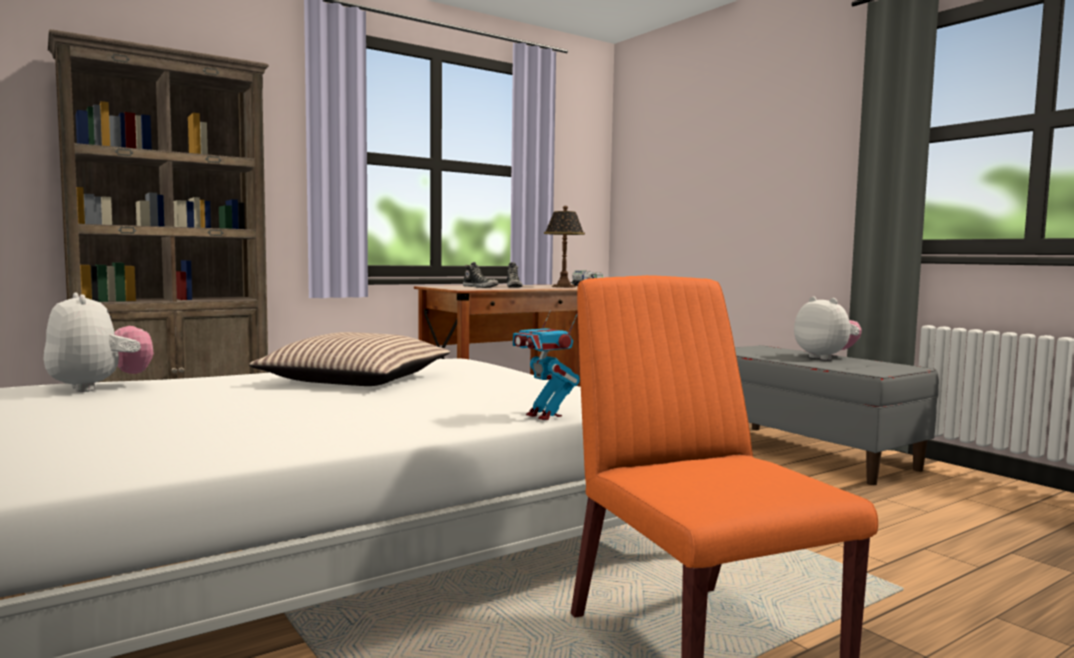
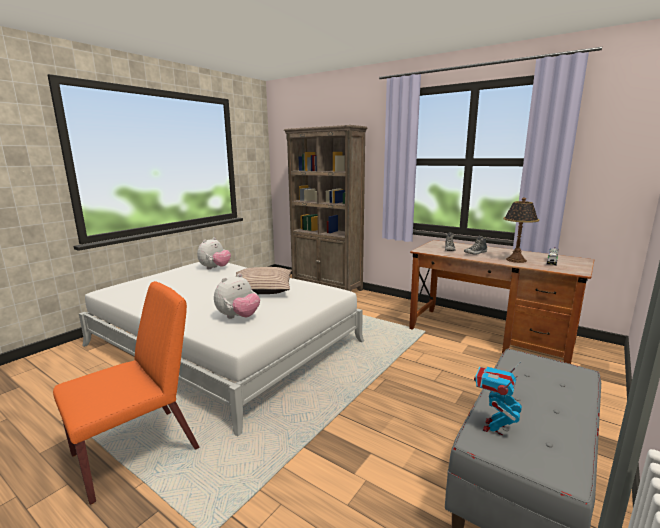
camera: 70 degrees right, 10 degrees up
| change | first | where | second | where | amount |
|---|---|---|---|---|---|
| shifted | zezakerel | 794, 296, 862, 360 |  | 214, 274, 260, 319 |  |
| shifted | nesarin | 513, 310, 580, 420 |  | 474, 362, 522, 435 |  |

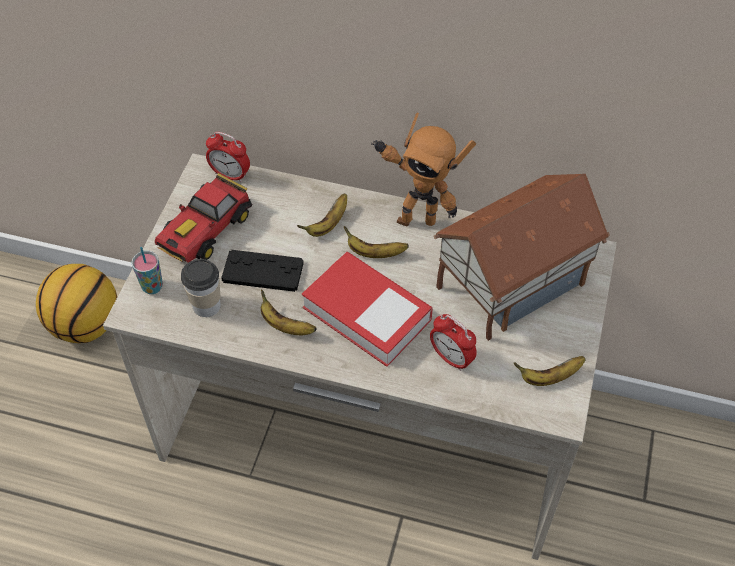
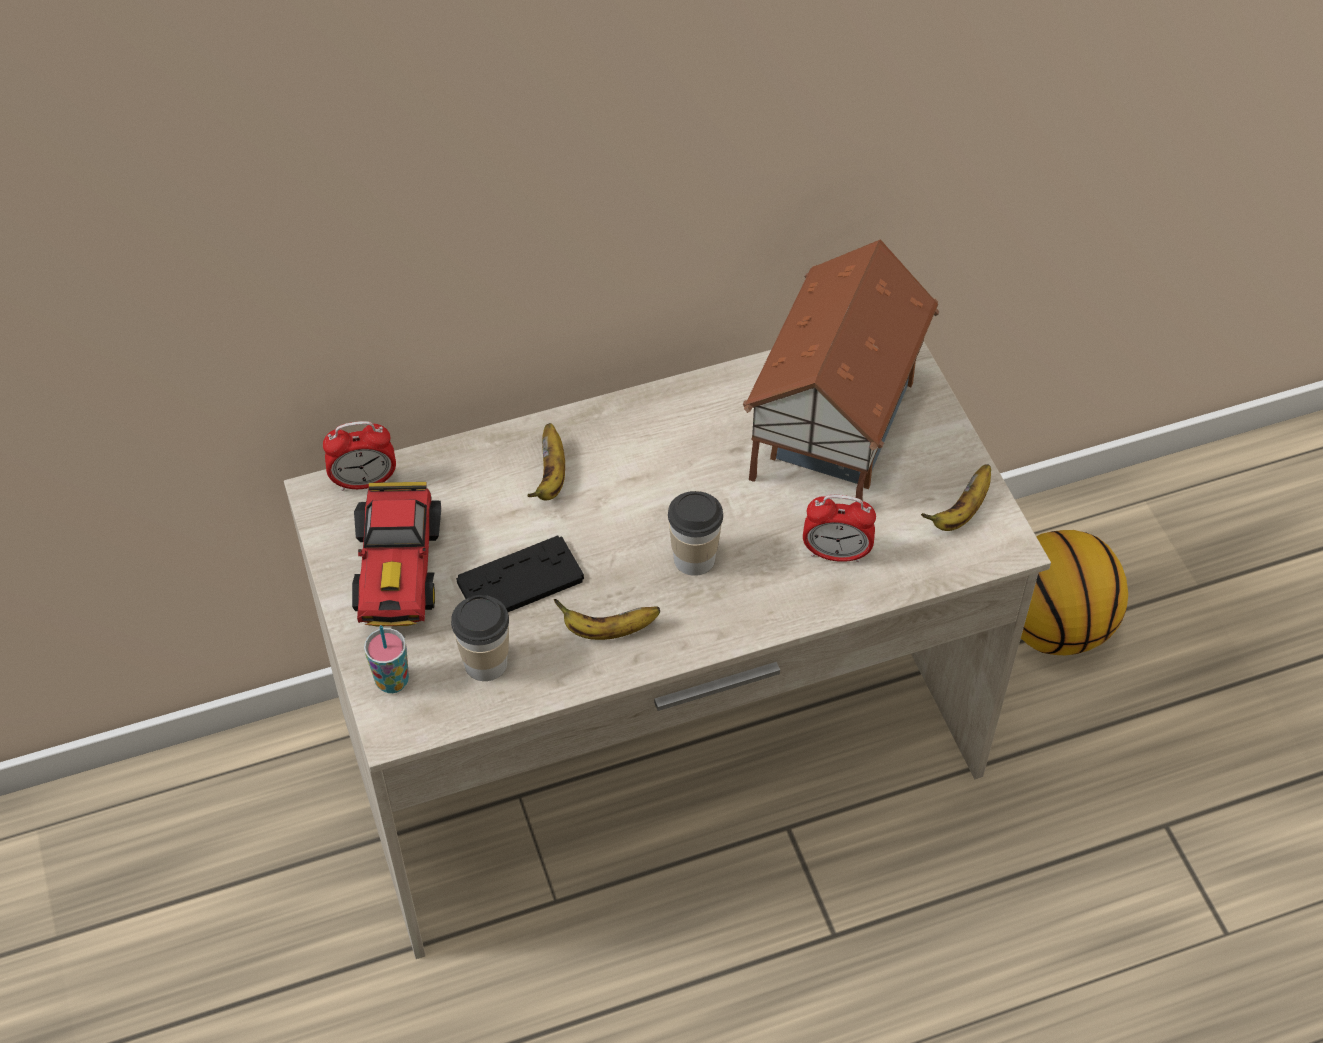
camera: 35 degrees left, 0 degrees up
| change | first | where | second | where | amount |
|---|---|---|---|---|---|
| gone | nesarin | 371, 113, 476, 227 |  |  |  |
| gone | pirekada | 344, 226, 409, 258 |  |  |  |
| swapped | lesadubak | 302, 252, 433, 367 | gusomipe | 668, 491, 723, 576 |  |
| shifted | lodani | 36, 264, 117, 343 |  | 1021, 530, 1128, 655 |  |

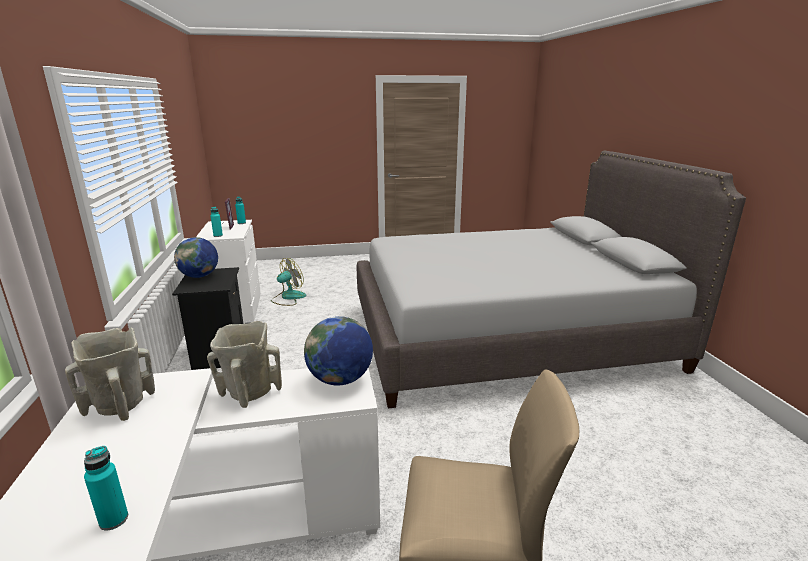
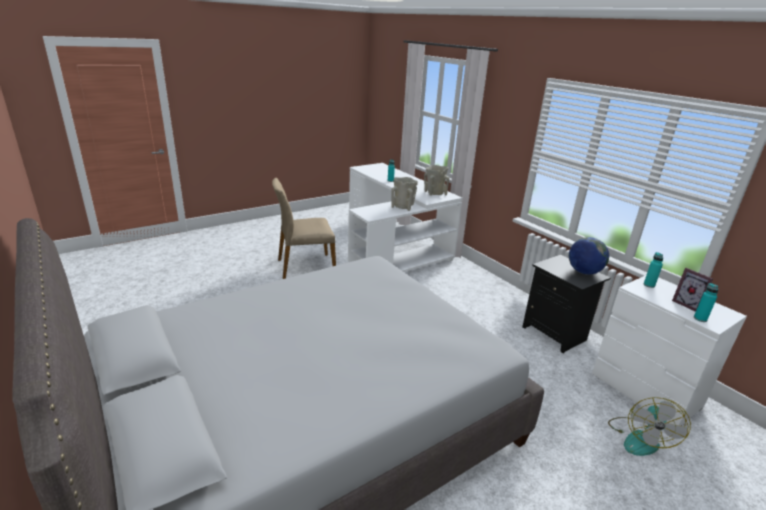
camera: 155 degrees right, 5 degrees up
| change | first | where | second | where | amount |
|---|---|---|---|---|---|
| gone | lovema | 304, 316, 373, 386 |  |  |  |

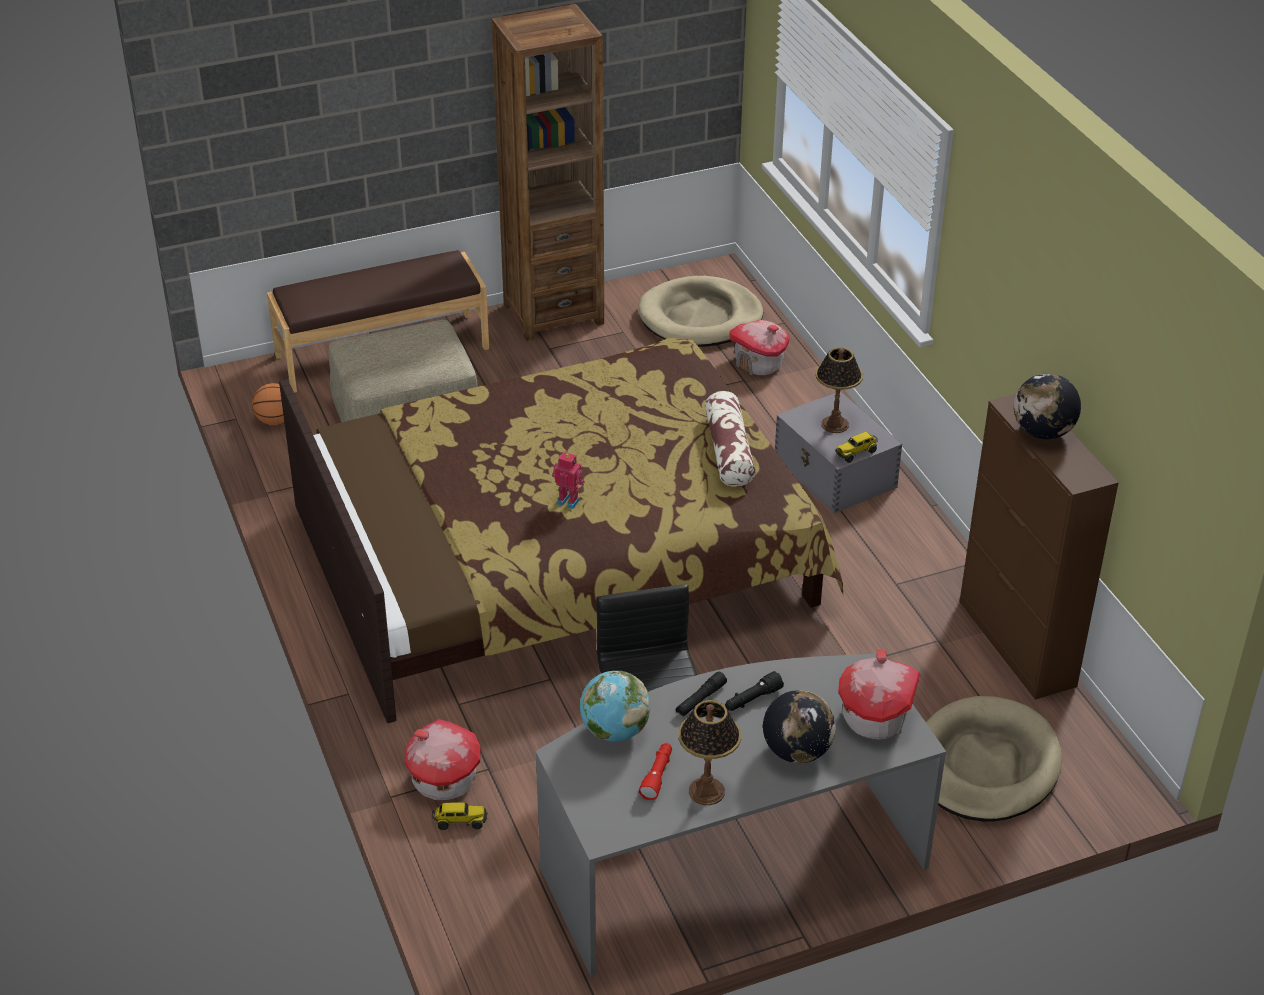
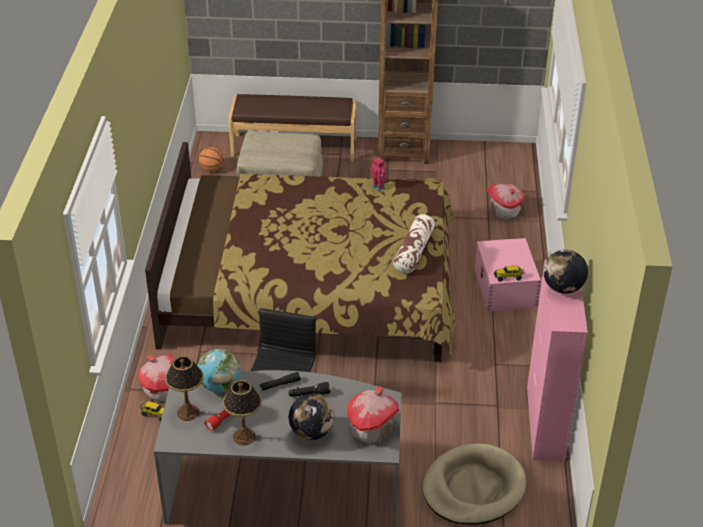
camera: 25 degrees right, 0 degrees up
| change | first | where | second | where | amount |
|---|---|---|---|---|---|
| gone | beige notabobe | 638, 276, 763, 347 |  |  |  |
| shifted | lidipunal | 815, 347, 863, 433 |  | 165, 356, 204, 421 |  |
| repainted | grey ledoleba | 775, 391, 902, 514 | pink ledoleba | 474, 238, 541, 311 |  |
| repainted | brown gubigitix | 960, 394, 1119, 700 | pink gubigitix | 527, 260, 588, 462 |  |
| shifted | nesarin | 552, 452, 585, 509 |  | 371, 157, 388, 191 |  |

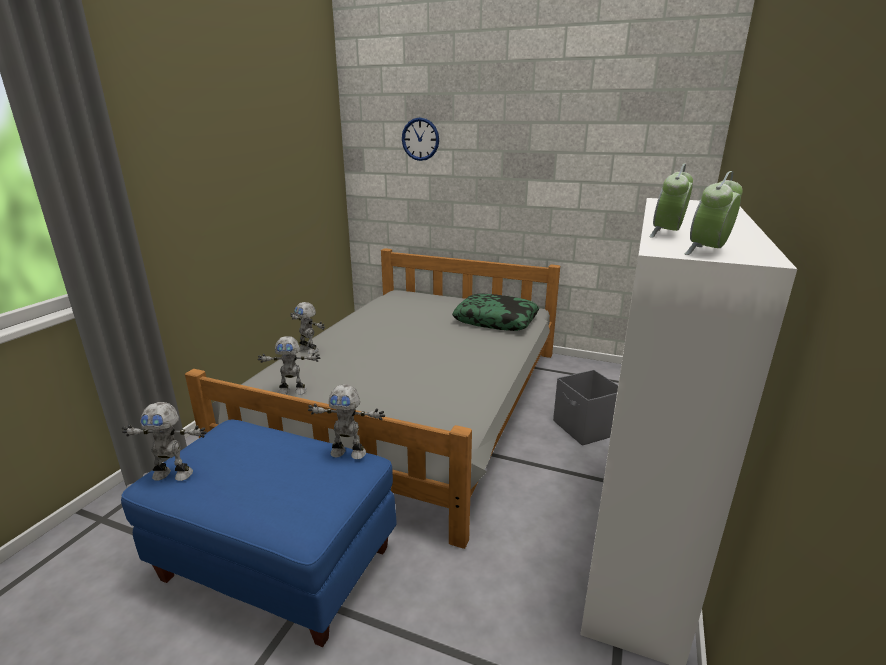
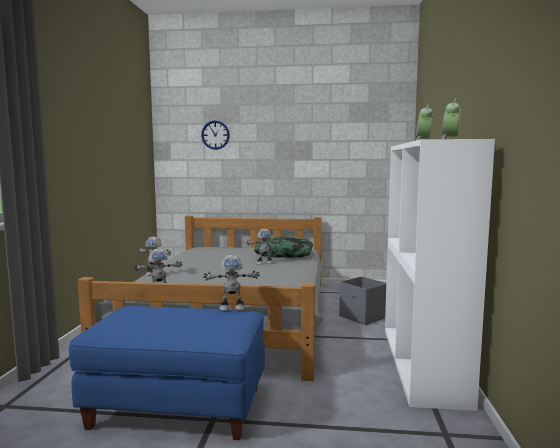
camera: 15 degrees left, 15 degrees down
| change | first | where | second | where | amount |
|---|---|---|---|---|---|
| shifted | nesarin | 122, 402, 207, 481 |  | 246, 229, 282, 265 |  |

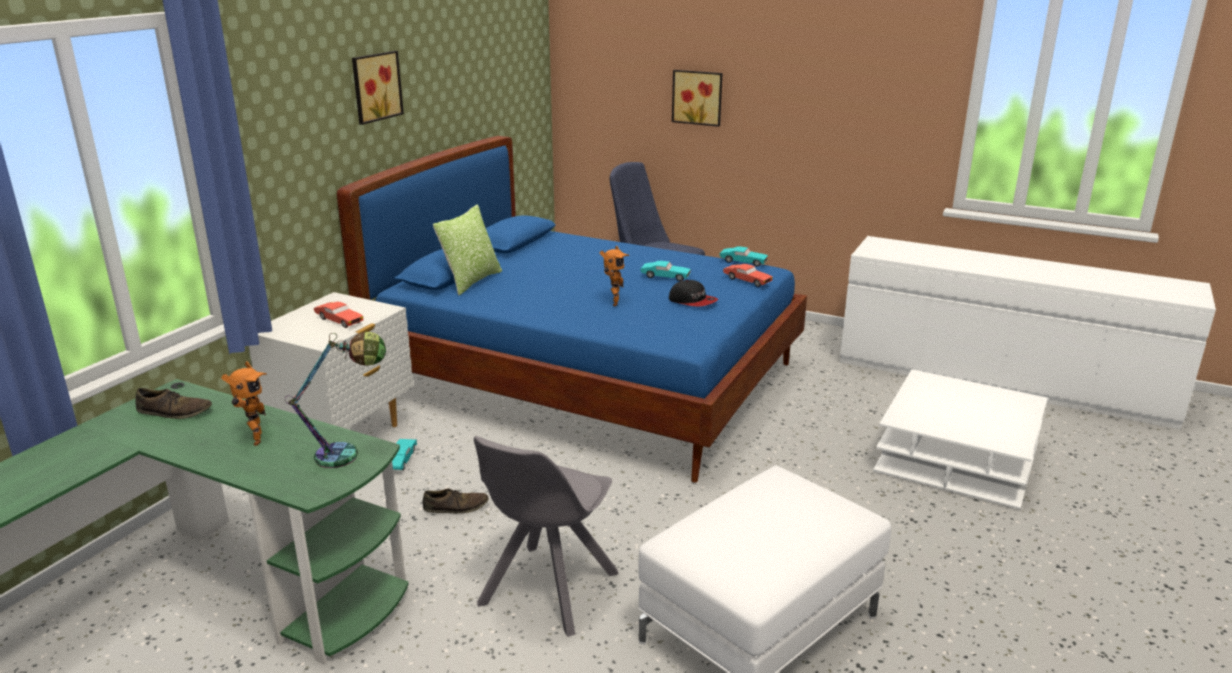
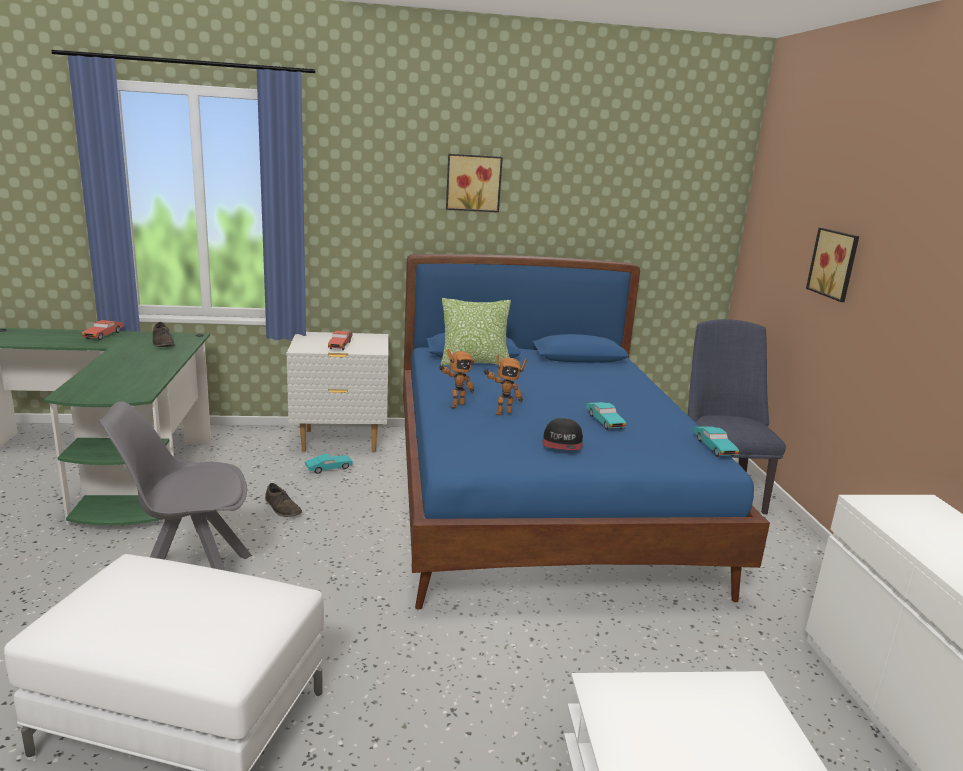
camera: 55 degrees right, 5 degrees down
| change | first | where | second | where | amount |
|---|---|---|---|---|---|
| shifted | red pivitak | 723, 264, 773, 287 |  | 82, 320, 124, 340 |  |
| gone | lidipunal | 285, 332, 386, 468 |  |  |  |
| shifted | nesarin | 221, 361, 267, 446 |  | 439, 349, 475, 408 |  |

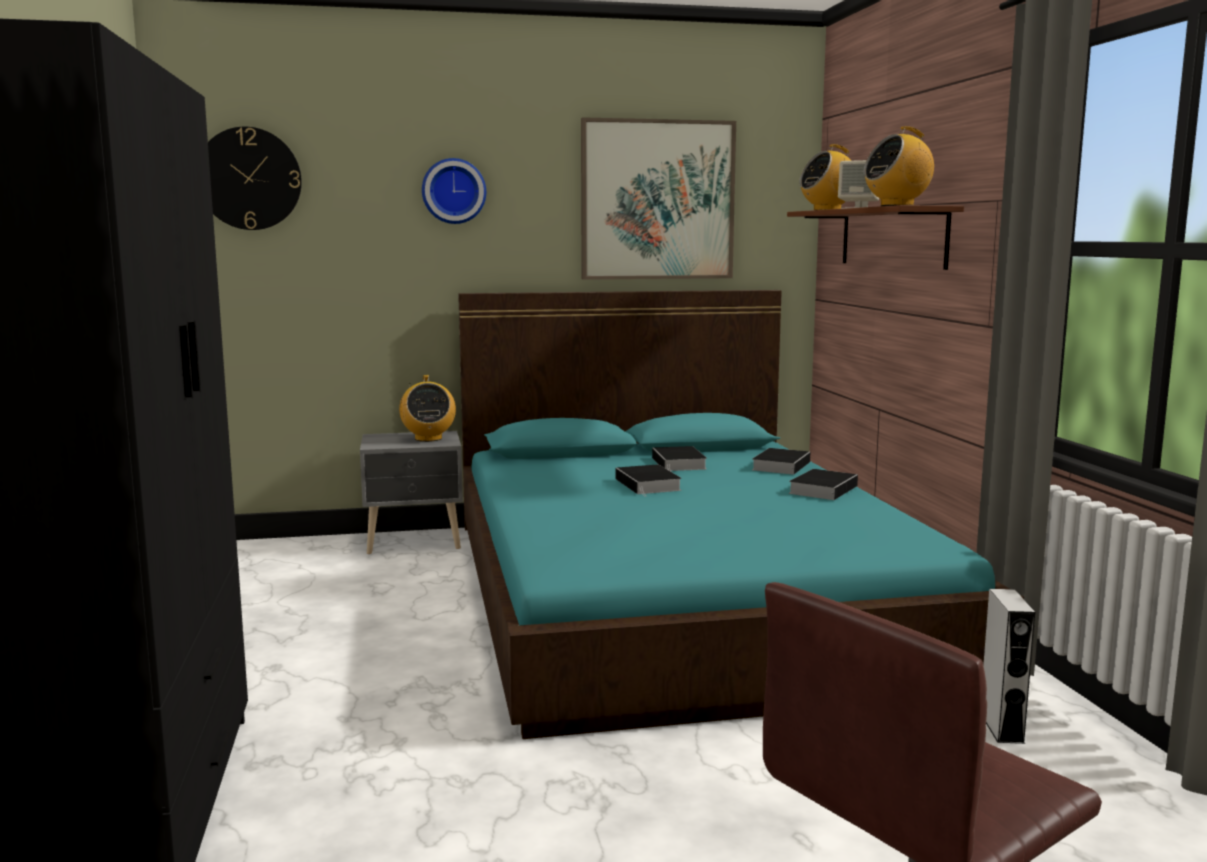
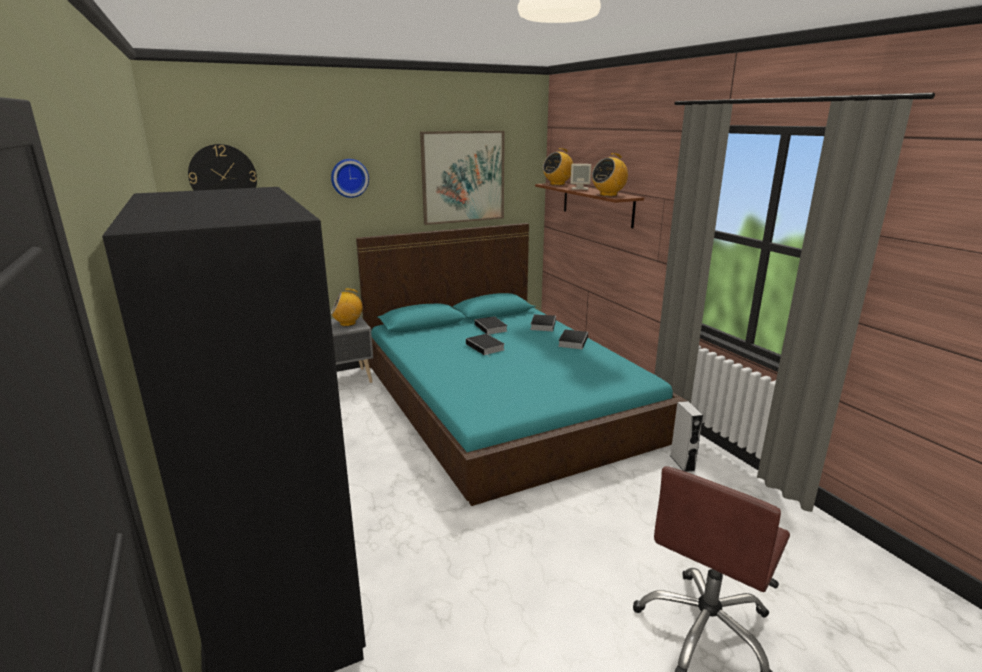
camera: 15 degrees left, 10 degrees up
| change | first | where | second | where | amount |
|---|---|---|---|---|---|
| rotated | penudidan | 399, 375, 456, 442 |  | 331, 288, 363, 326 | 105 degrees clockwise |

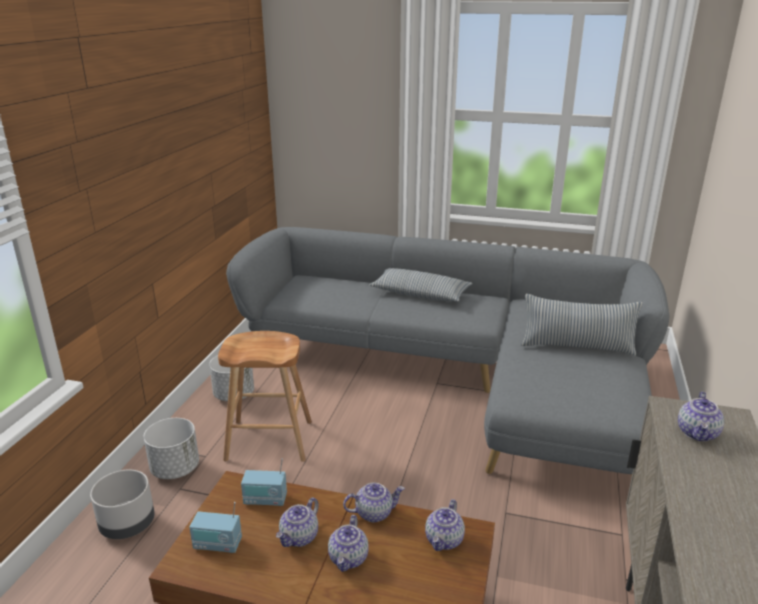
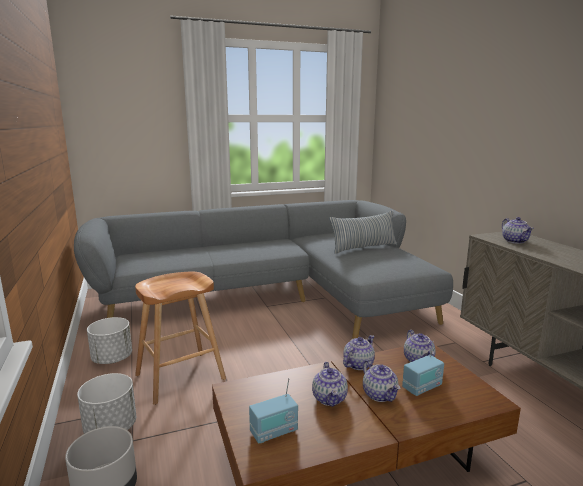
camera: 35 degrees left, 10 degrees down
| change | first | where | second | where | amount |
|---|---|---|---|---|---|
| gone | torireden | 369, 268, 473, 302 |  |  |  |
| shifted | penudidan | 241, 459, 287, 506 |  | 402, 341, 444, 396 |  |

